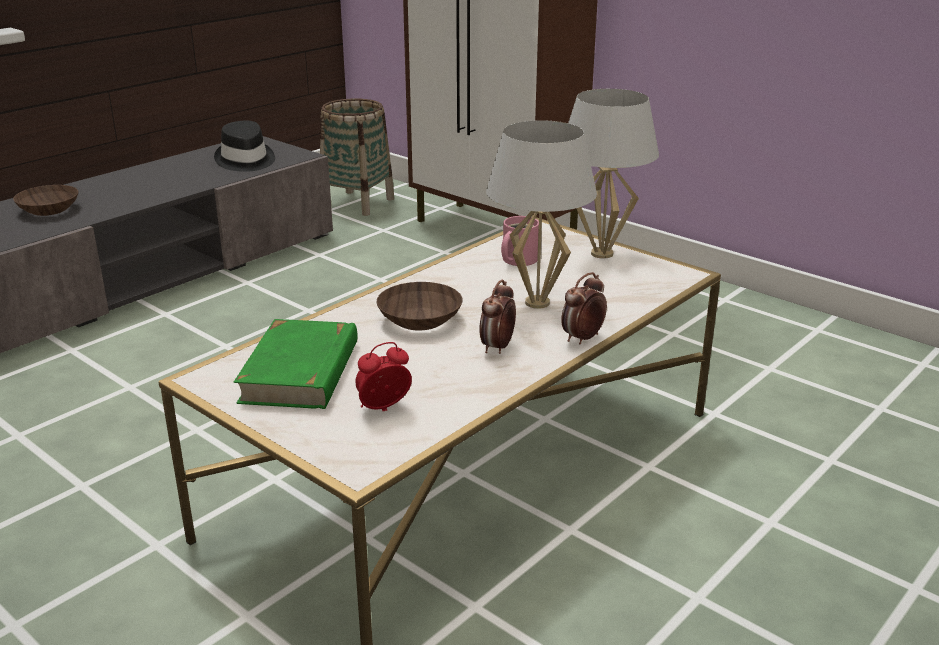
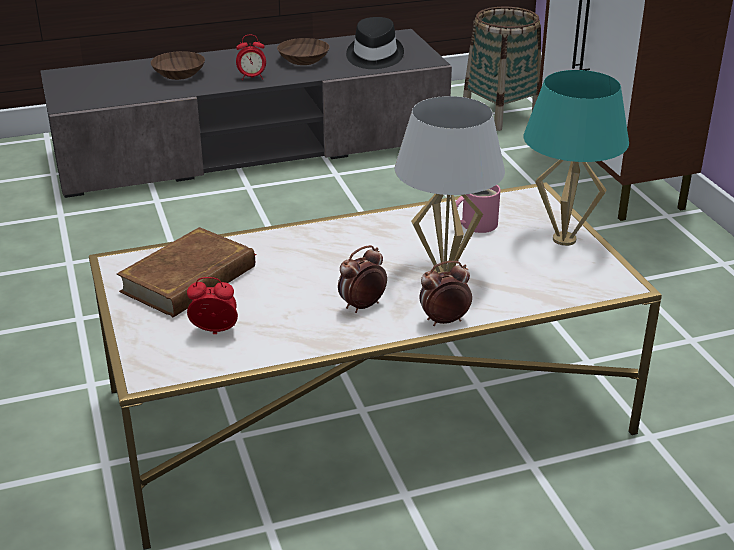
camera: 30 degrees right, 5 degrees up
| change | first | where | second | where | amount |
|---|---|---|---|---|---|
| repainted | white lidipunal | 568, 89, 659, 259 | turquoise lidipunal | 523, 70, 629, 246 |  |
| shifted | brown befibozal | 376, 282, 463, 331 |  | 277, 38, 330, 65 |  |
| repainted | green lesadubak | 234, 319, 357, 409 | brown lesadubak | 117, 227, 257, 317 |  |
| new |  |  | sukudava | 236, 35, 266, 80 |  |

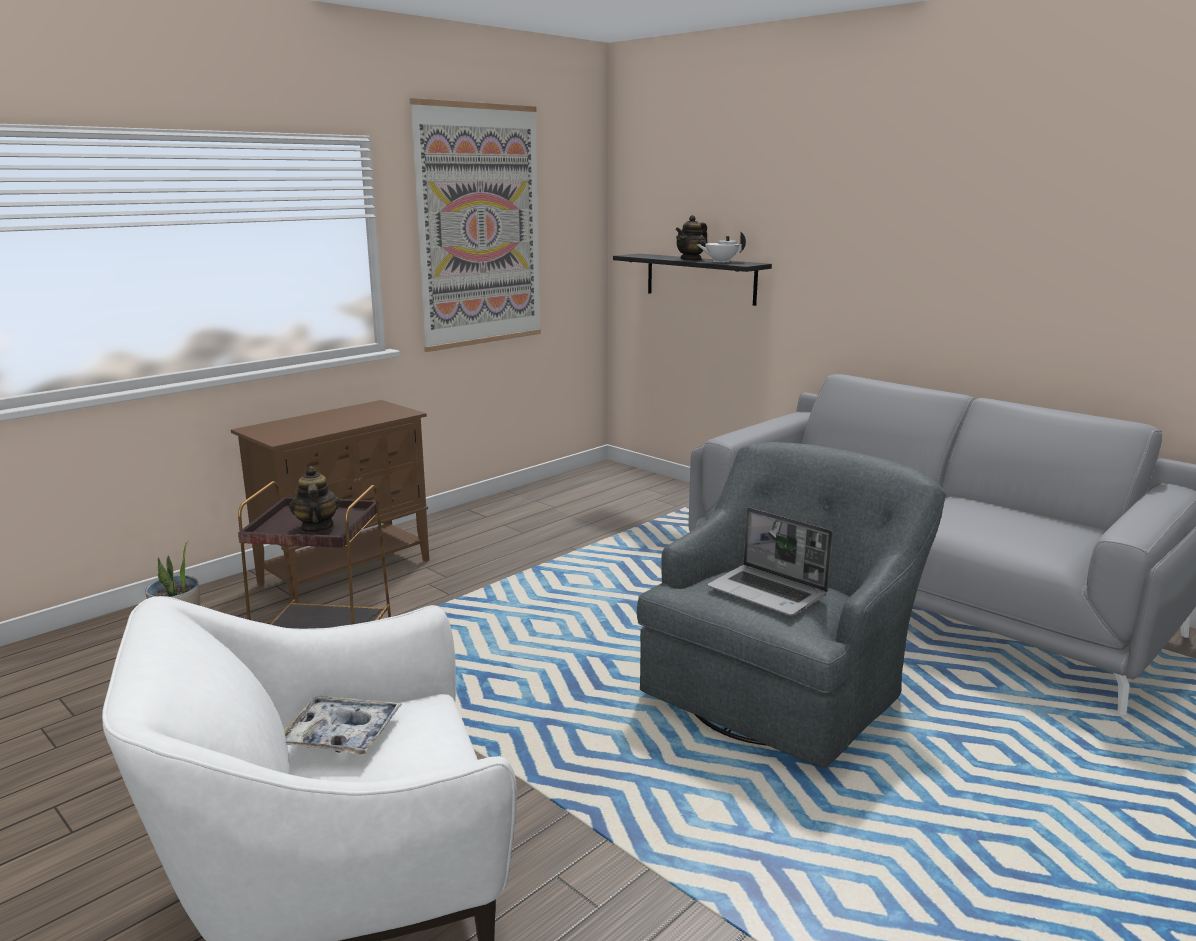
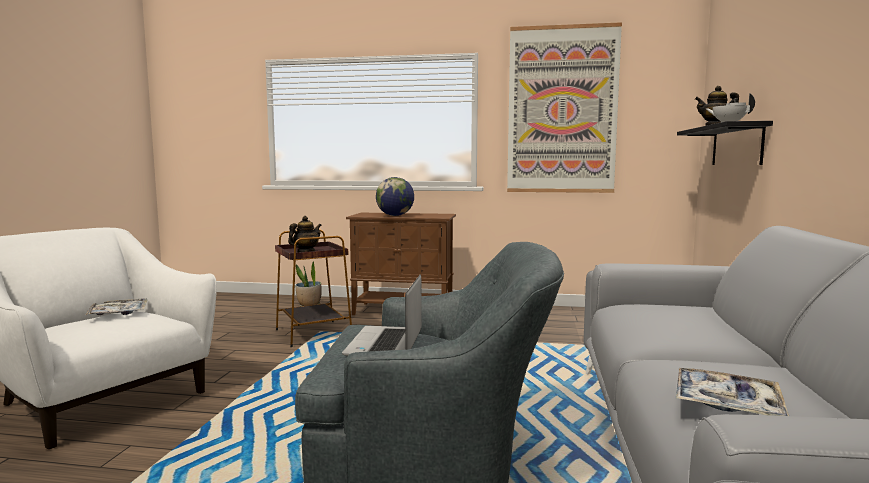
camera: 55 degrees right, 10 degrees down
| change | first | where | second | where | amount |
|---|---|---|---|---|---|
| new |  |  | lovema | 376, 177, 414, 216 |  |
| new |  |  | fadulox | 676, 368, 789, 416 |  |

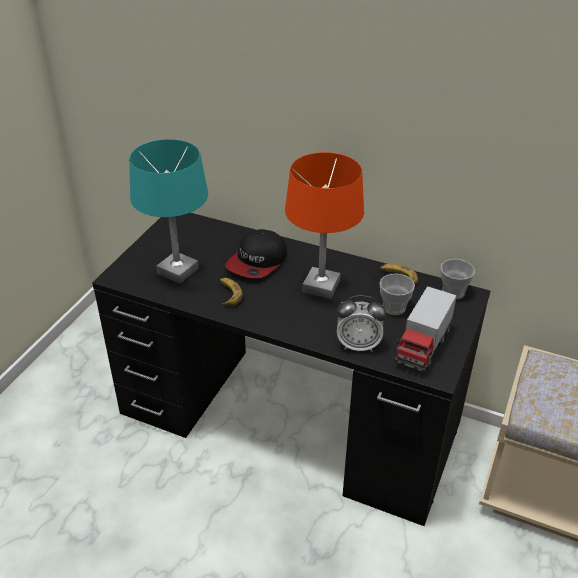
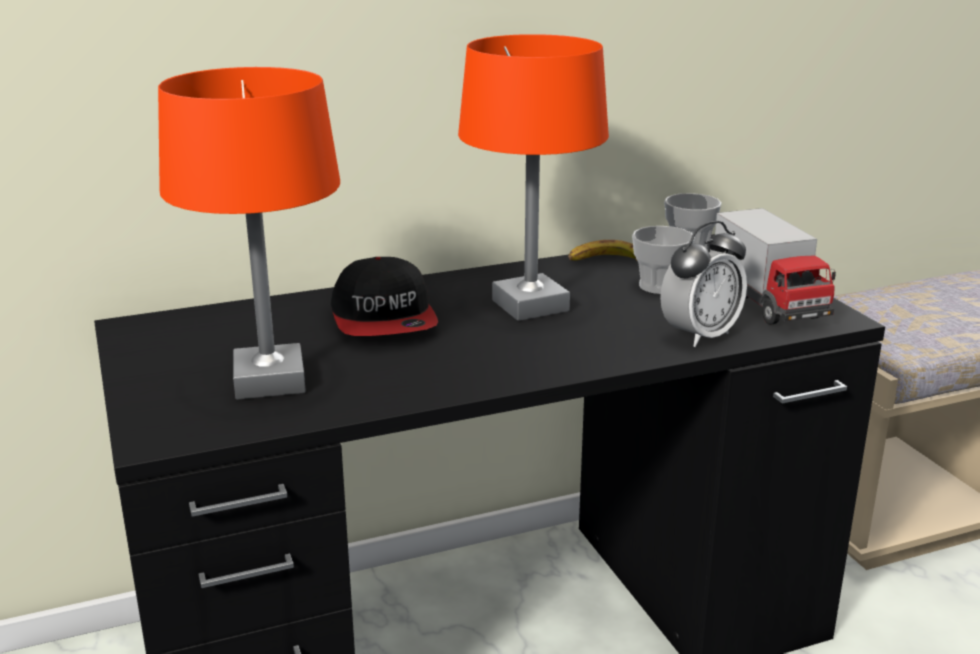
camera: 45 degrees left, 15 degrees down
| change | first | where | second | where | amount |
|---|---|---|---|---|---|
| repainted | turquoise lidipunal | 129, 139, 208, 284 | orange lidipunal | 158, 67, 340, 400 |  |
| gone | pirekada | 220, 278, 243, 306 |  |  |  |

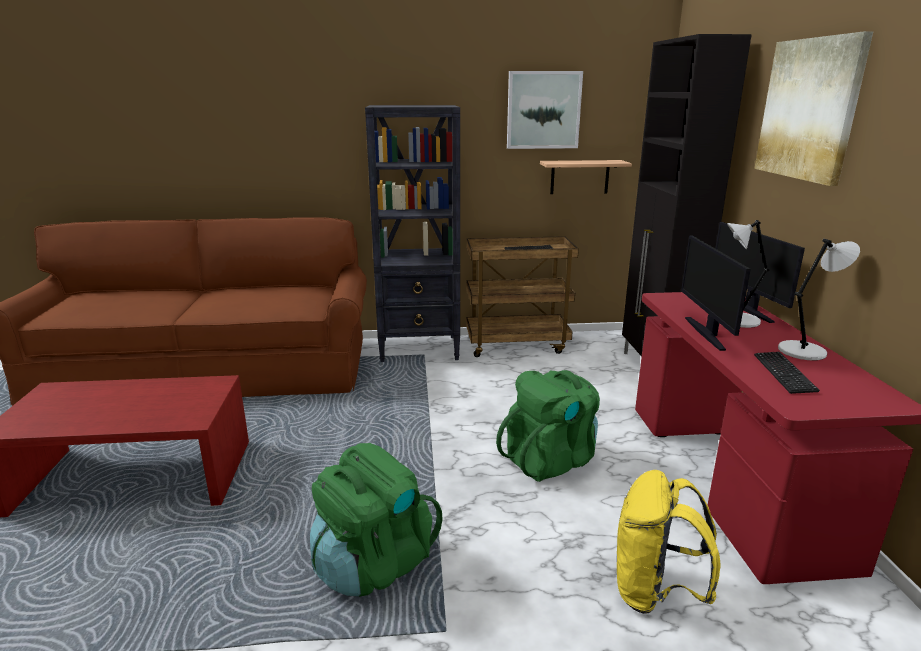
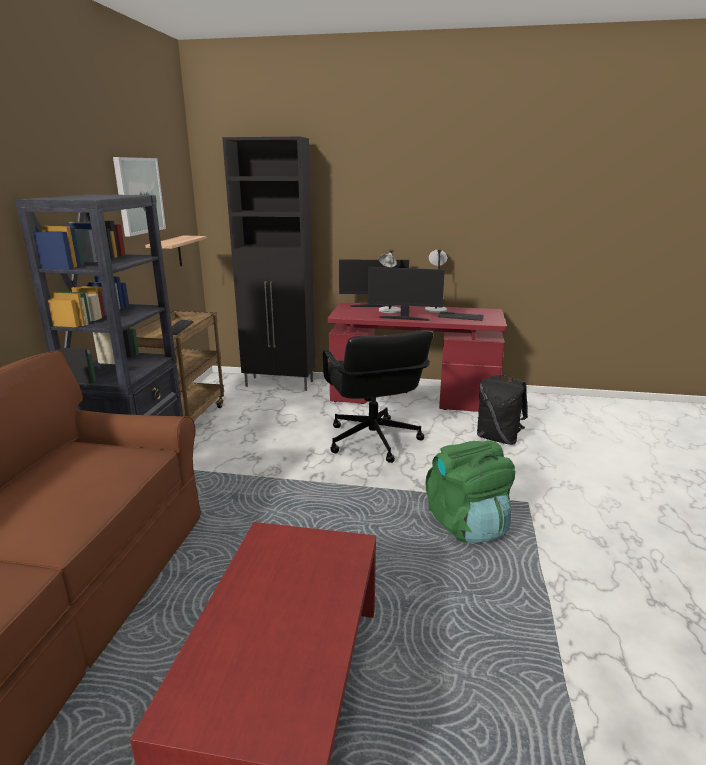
camera: 75 degrees left, 0 degrees up
| change | first | where | second | where | amount |
|---|---|---|---|---|---|
| gone | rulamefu | 754, 31, 873, 186 |  |  |  |
| swapped | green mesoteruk | 496, 370, 600, 482 | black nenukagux | 323, 330, 434, 463 |  |
| repainted | yellow mesoteruk | 617, 470, 721, 614 | black mesoteruk | 477, 375, 528, 445 |  |

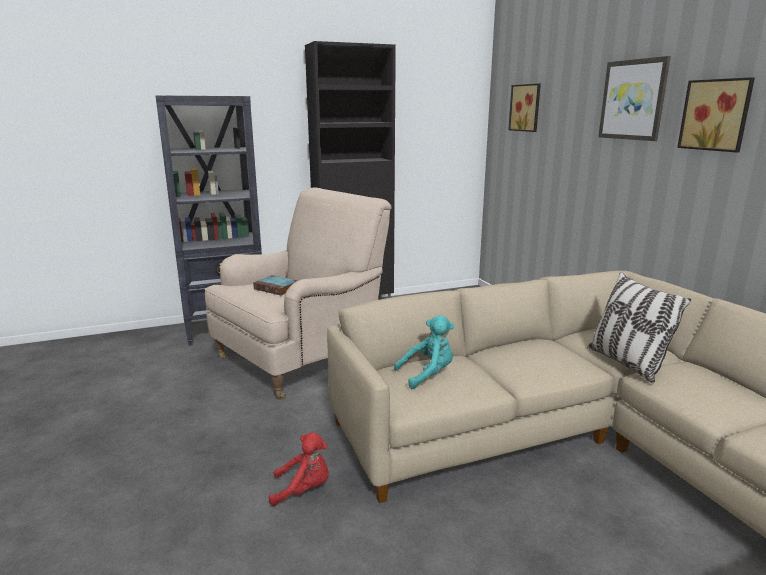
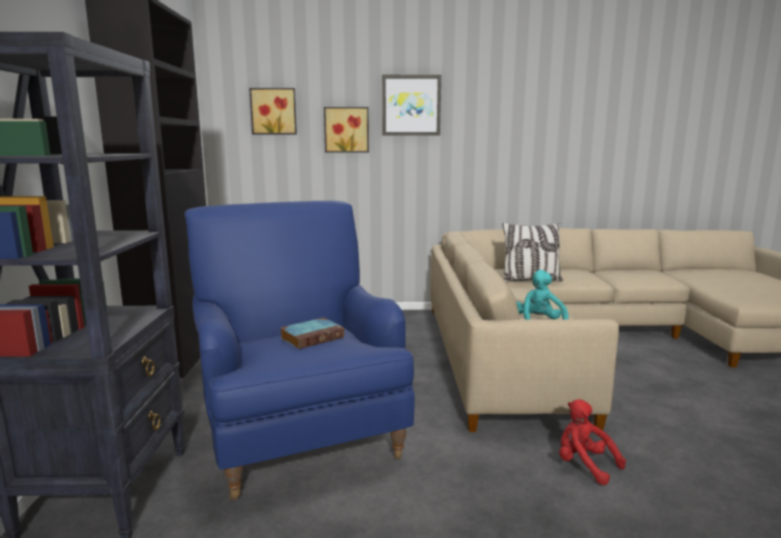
camera: 70 degrees left, 5 degrees down
| change | first | where | second | where | amount |
|---|---|---|---|---|---|
| shifted | rulamefu | 677, 77, 755, 152 |  | 324, 107, 369, 153 |  |
| repainted | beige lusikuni | 205, 188, 391, 399 | blue lusikuni | 184, 200, 415, 500 |  |
| rotated | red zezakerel | 269, 433, 329, 506 |  | 559, 399, 626, 485 | 60 degrees counterclockwise |

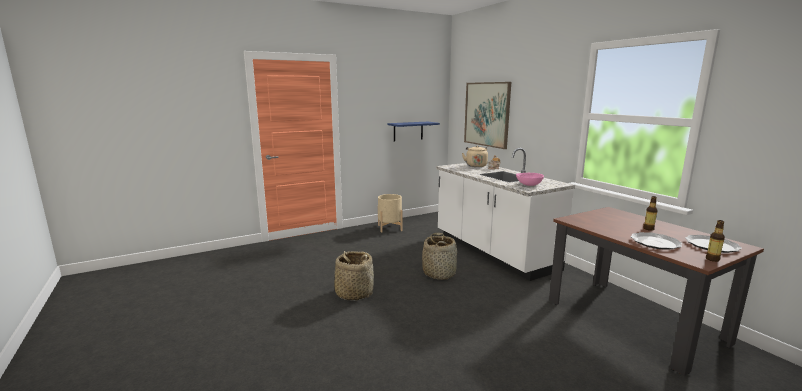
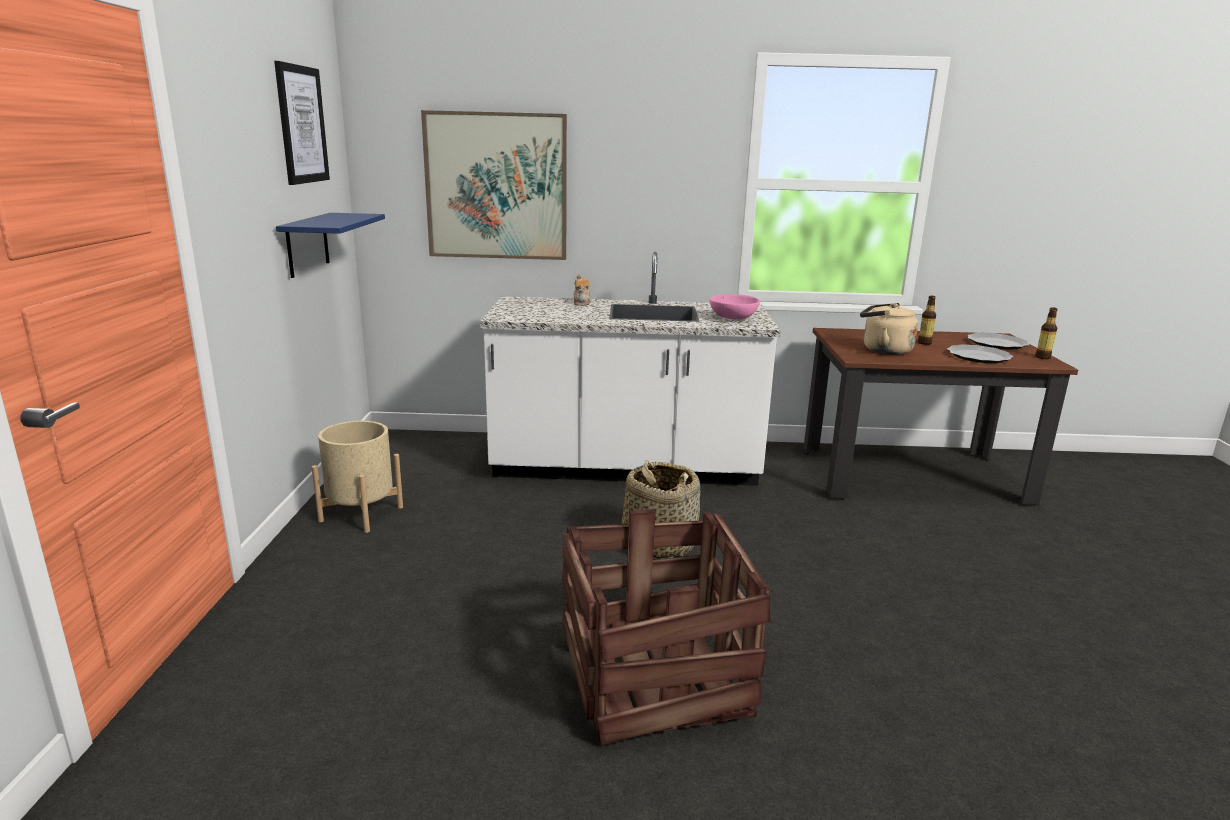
camera: 60 degrees left, 5 degrees up
| change | first | where | second | where | amount |
|---|---|---|---|---|---|
| shifted | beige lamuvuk | 462, 146, 488, 167 |  | 860, 303, 918, 355 |  |
| swapped | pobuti | 334, 251, 374, 301 | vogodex | 562, 509, 771, 745 |  |
| new |  |  | rulamefu | 274, 61, 330, 185 |  |

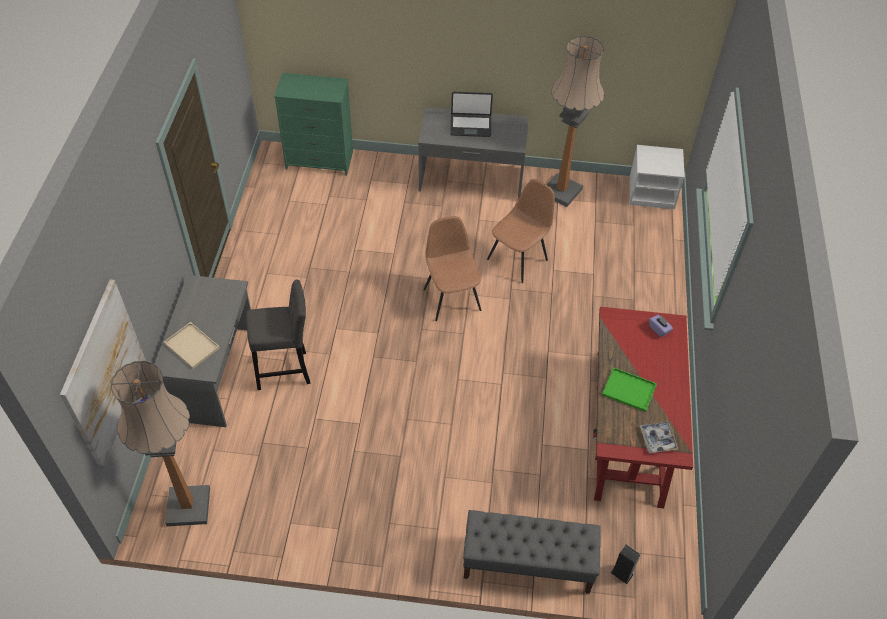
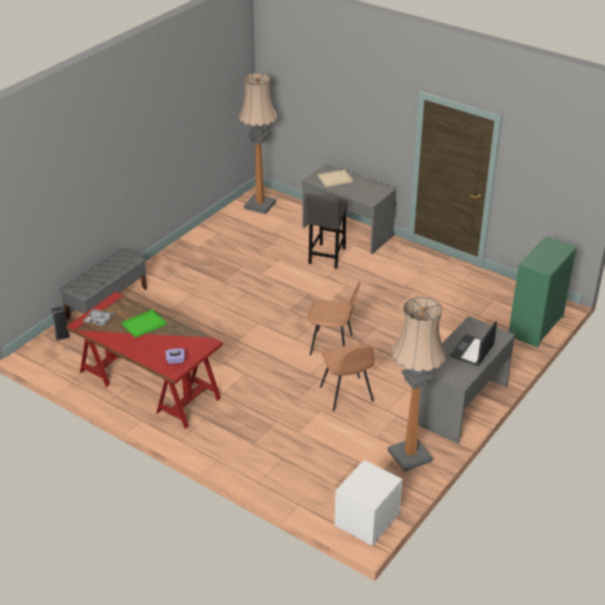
camera: 120 degrees right, 15 degrees down
| change | first | where | second | where | amount |
|---|---|---|---|---|---|
| gone | rulamefu | 60, 279, 146, 469 |  |  |  |

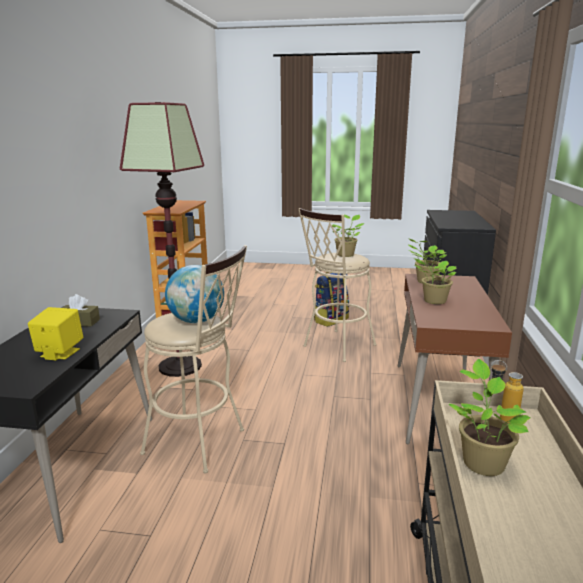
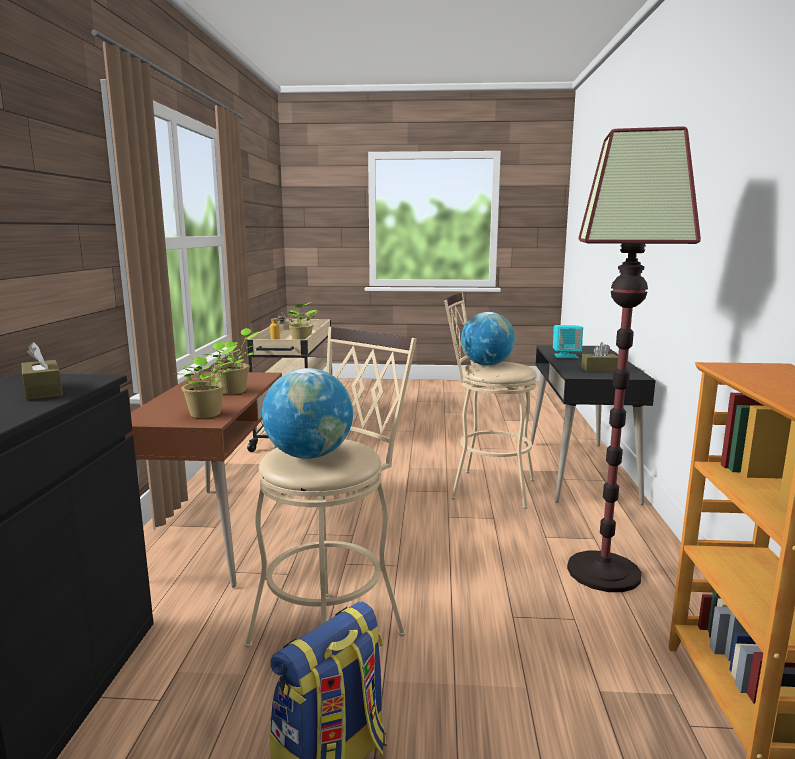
camera: 175 degrees right, 5 degrees down
| change | first | where | second | where | amount |
|---|---|---|---|---|---|
| swapped | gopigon | 332, 214, 364, 257 | lovema | 262, 368, 353, 459 |  |
| repainted | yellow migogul | 28, 307, 83, 360 | turquoise migogul | 553, 325, 583, 358 |  |
| new |  |  | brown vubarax | 22, 342, 63, 400 |  |

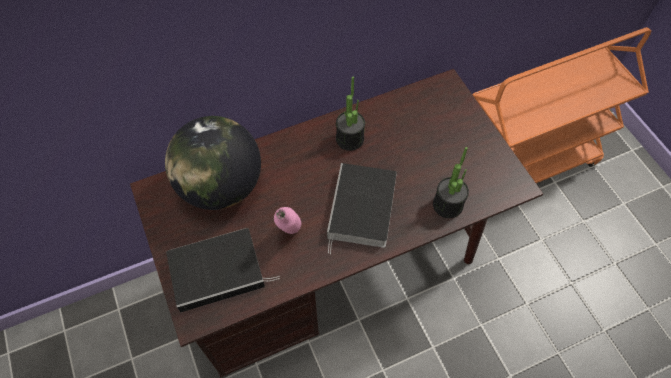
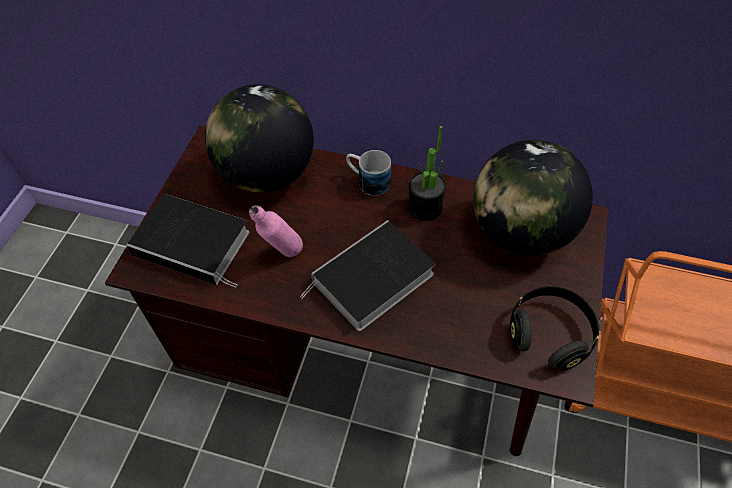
camera: 40 degrees right, 5 degrees down
| change | first | where | second | where | amount |
|---|---|---|---|---|---|
| gone | gopigon | 433, 147, 469, 218 |  |  |  |
| new |  |  | lovema | 473, 140, 593, 256 |  |
| new |  |  | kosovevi | 346, 150, 391, 196 |  |
| new |  |  | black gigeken | 510, 286, 599, 371 |  |

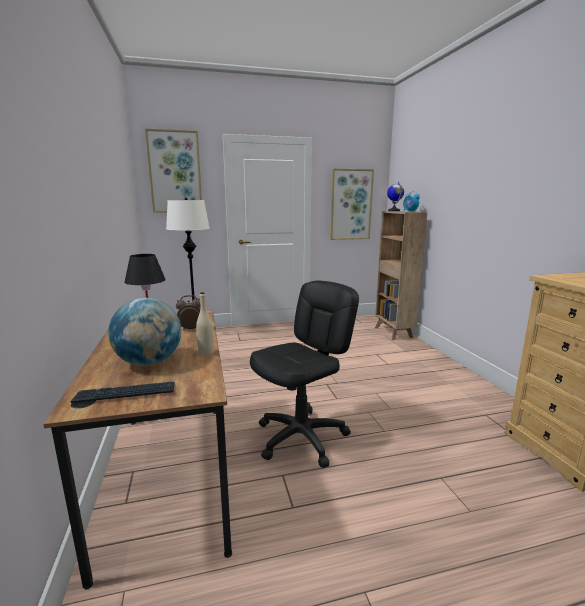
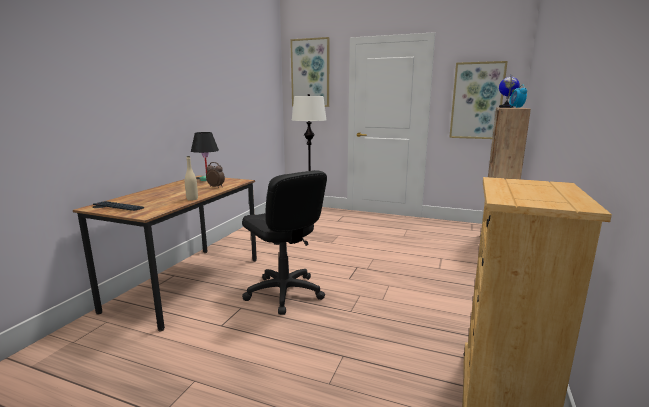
camera: 35 degrees right, 0 degrees up
| change | first | where | second | where | amount |
|---|---|---|---|---|---|
| rotated | black nenukagux | 250, 281, 359, 468 |  | 242, 170, 327, 315 | 60 degrees clockwise |
| gone | lovema | 108, 298, 181, 366 |  |  |  |

